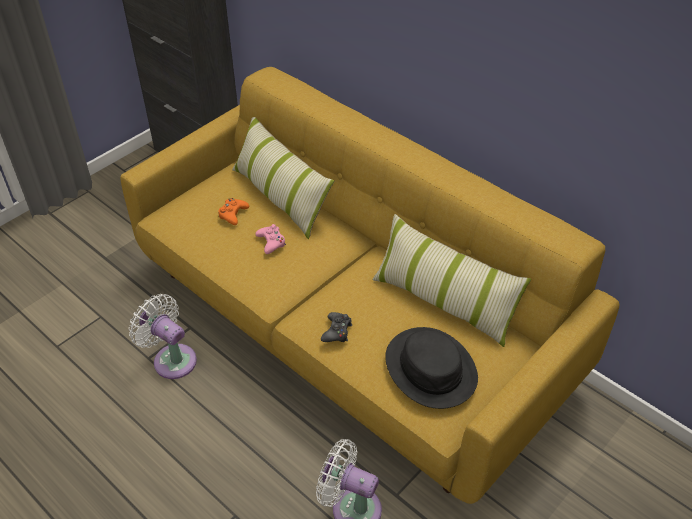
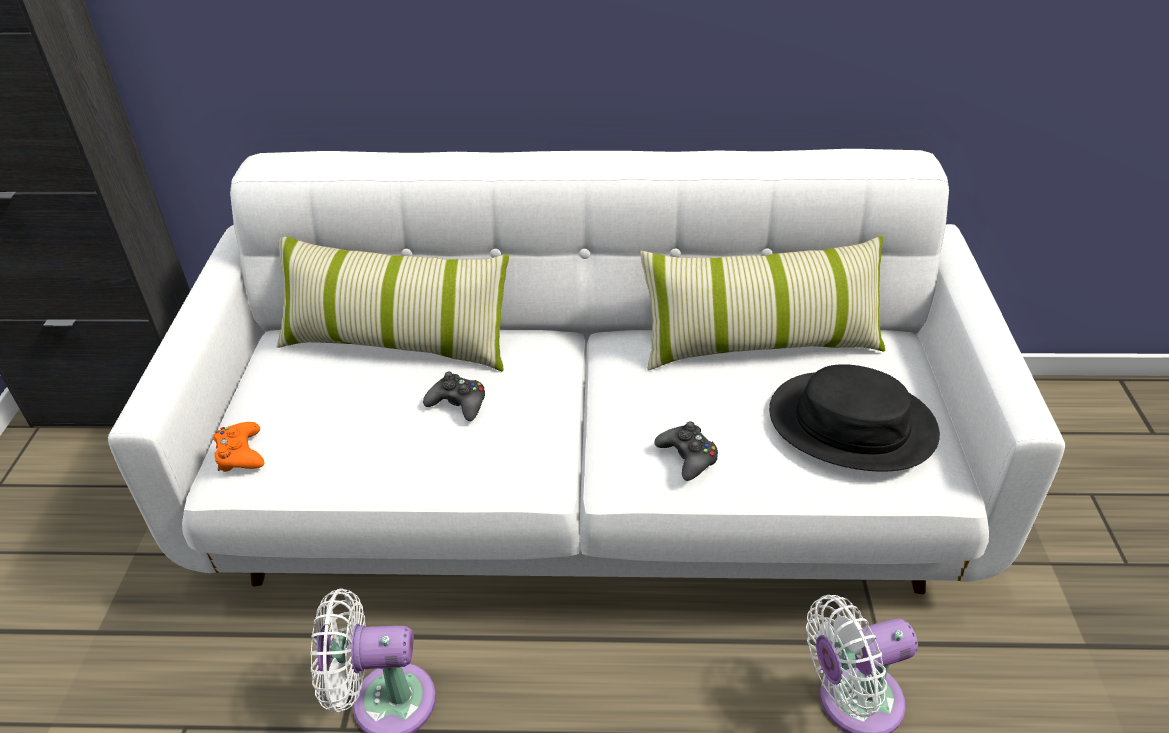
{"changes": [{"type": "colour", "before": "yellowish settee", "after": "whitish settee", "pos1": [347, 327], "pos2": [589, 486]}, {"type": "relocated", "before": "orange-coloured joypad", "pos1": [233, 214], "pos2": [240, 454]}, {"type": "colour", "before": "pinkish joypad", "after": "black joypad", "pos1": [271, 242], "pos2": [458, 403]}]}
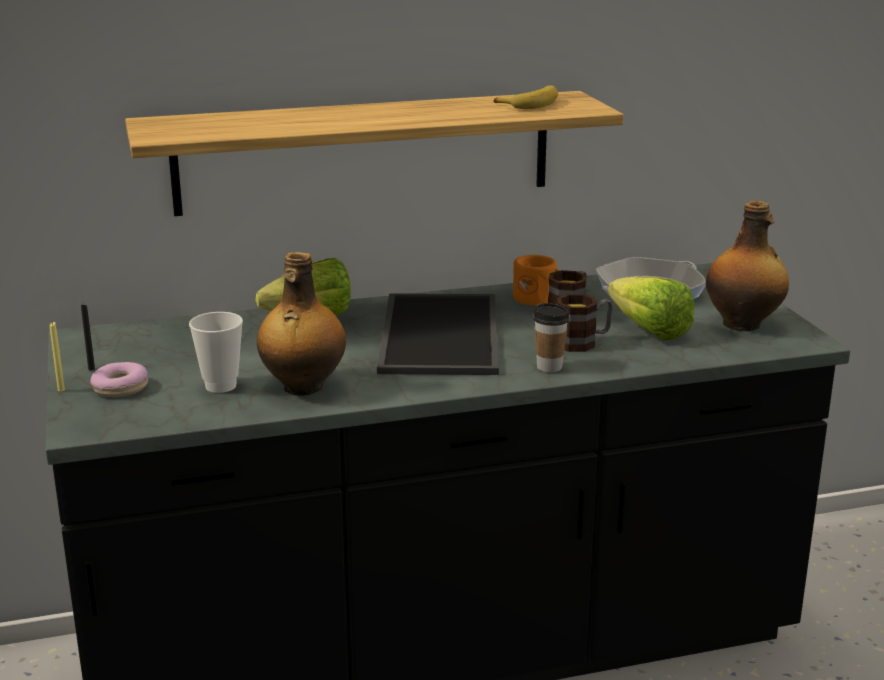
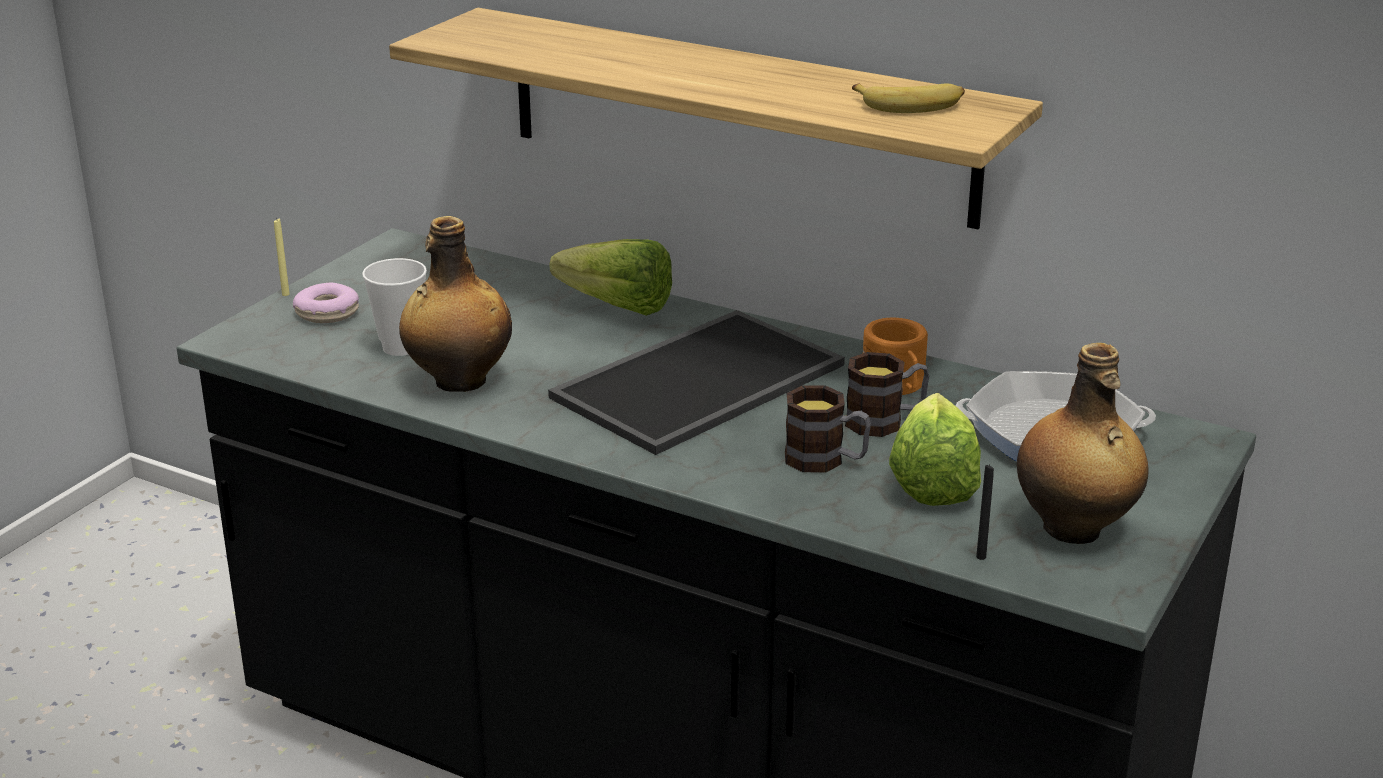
{"changes": [{"type": "relocated", "before": "black wax light", "pos1": [91, 369], "pos2": [981, 557]}, {"type": "missing", "before": "drinking cup", "pos1": [549, 367]}]}
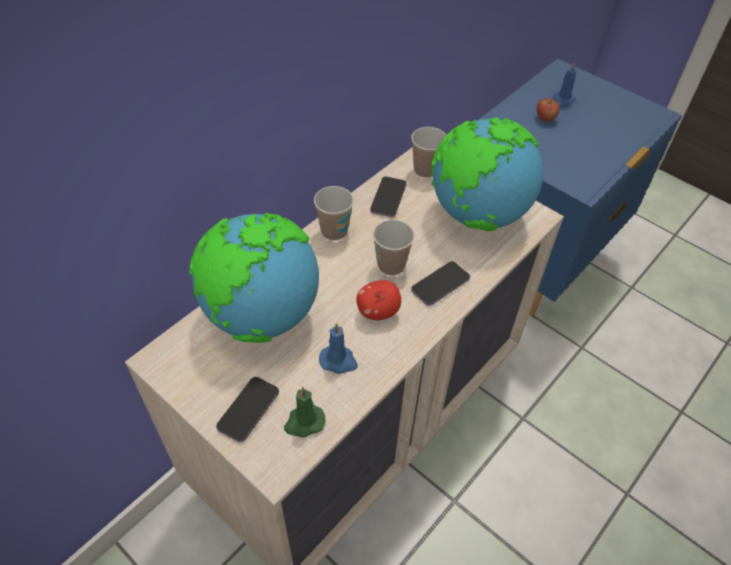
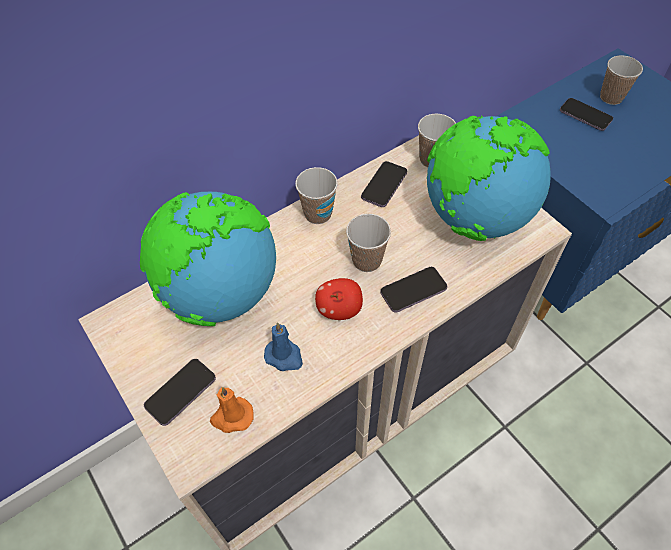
{"changes": [{"type": "exchanged", "before": "blue wax light", "after": "drinking cup", "pos1": [562, 100], "pos2": [611, 97]}, {"type": "exchanged", "before": "apple", "after": "phone", "pos1": [545, 118], "pos2": [585, 116]}, {"type": "colour", "before": "green-coloured wax light", "after": "orange-coloured wax light", "pos1": [304, 422], "pos2": [231, 417]}]}
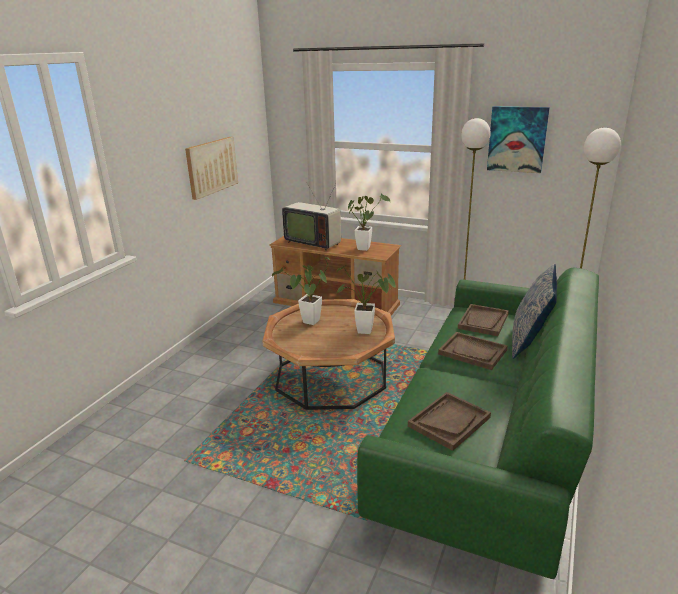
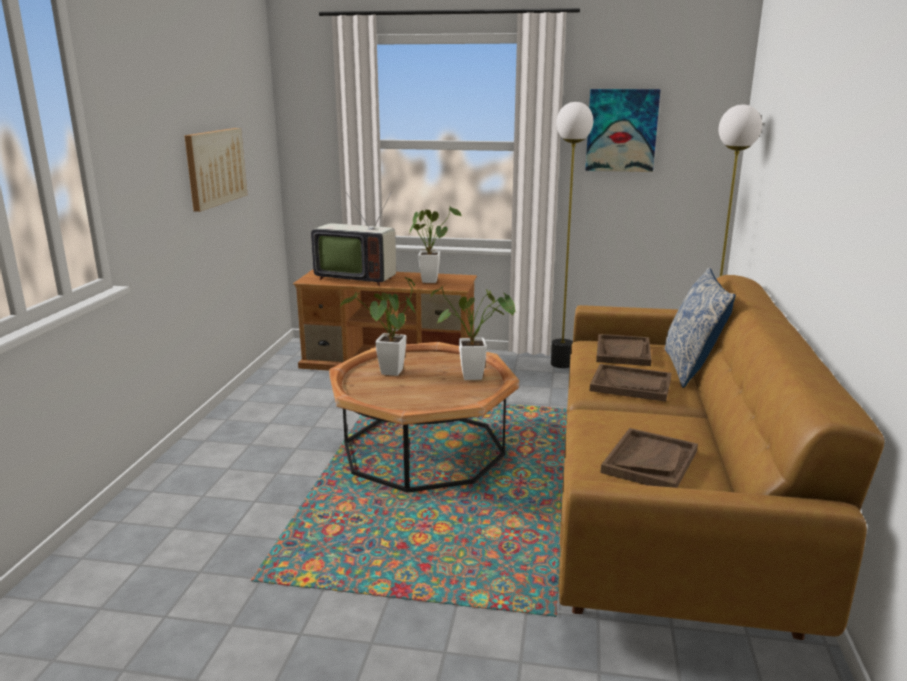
{"changes": [{"type": "colour", "before": "green-coloured settee", "after": "brown-coloured settee", "pos1": [490, 439], "pos2": [665, 497]}]}
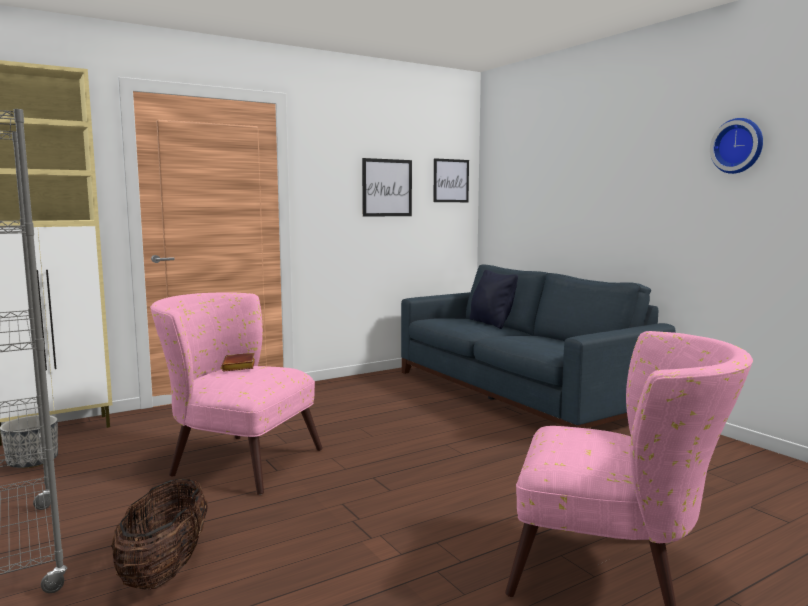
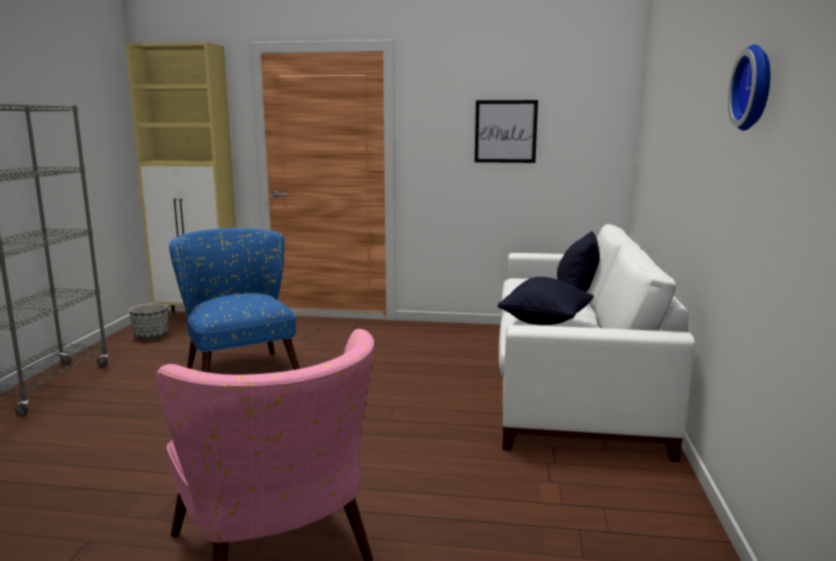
{"changes": [{"type": "missing", "before": "wall picture", "pos1": [451, 180]}, {"type": "colour", "before": "blue settee", "after": "whitish settee", "pos1": [517, 393], "pos2": [570, 380]}, {"type": "colour", "before": "pinkish armchair", "after": "blue armchair", "pos1": [235, 460], "pos2": [239, 369]}, {"type": "missing", "before": "brown-coloured volume", "pos1": [240, 366]}, {"type": "missing", "before": "basket", "pos1": [165, 570]}, {"type": "appeared", "after": "black cushion", "pos2": [545, 322]}]}
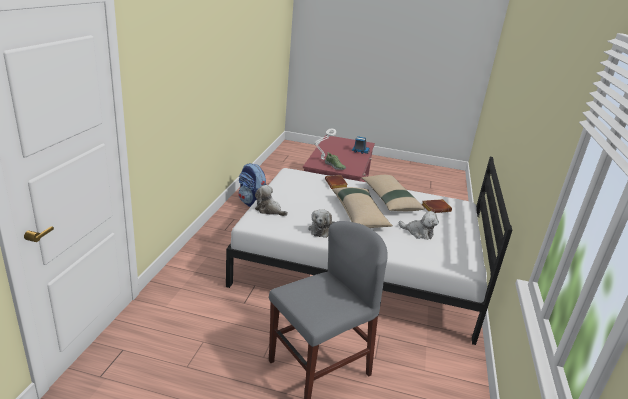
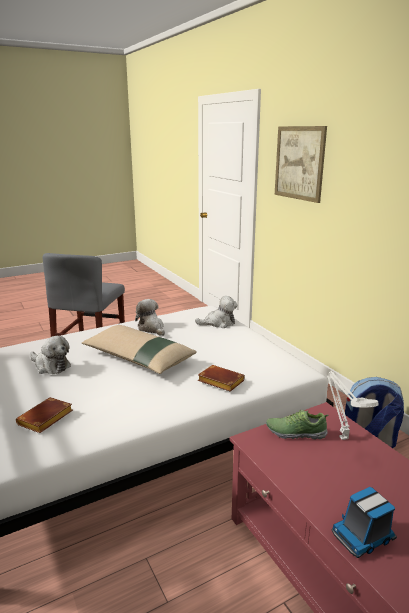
{"changes": [{"type": "missing", "before": "beige-coloured cushion", "pos1": [389, 199]}, {"type": "spun", "before": "soft toy", "pos1": [418, 233], "pos2": [51, 366], "turn": -135}, {"type": "appeared", "after": "wall picture", "pos2": [299, 163]}]}
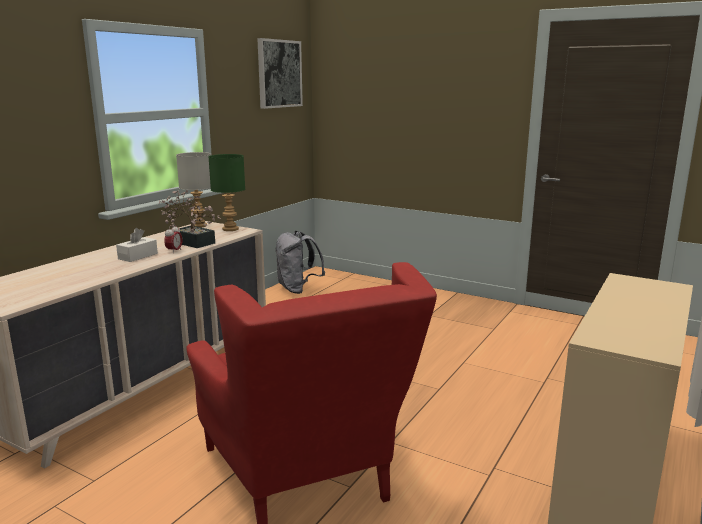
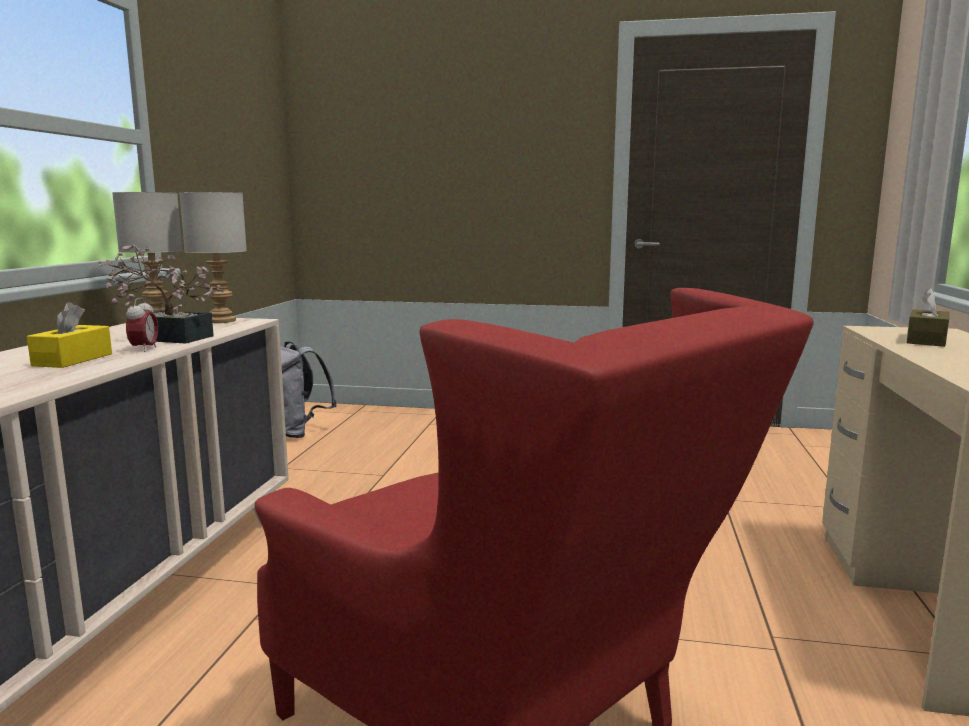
{"changes": [{"type": "missing", "before": "wall picture", "pos1": [279, 74]}, {"type": "colour", "before": "green-coloured tabletop lamp", "after": "grey tabletop lamp", "pos1": [231, 229], "pos2": [222, 321]}, {"type": "colour", "before": "whitish box of tissues", "after": "yellowish box of tissues", "pos1": [138, 256], "pos2": [73, 360]}, {"type": "appeared", "after": "brown-coloured box of tissues", "pos2": [926, 340]}]}
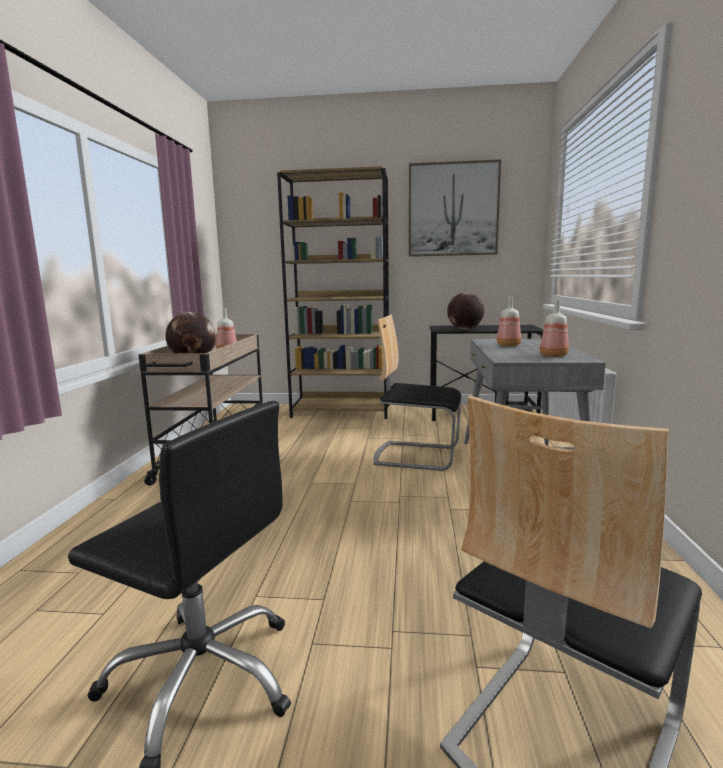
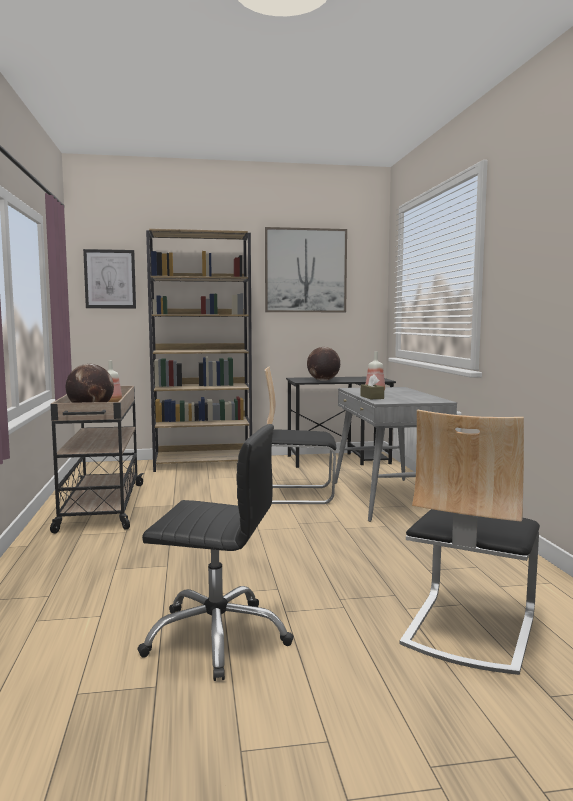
{"changes": [{"type": "missing", "before": "drink bottle", "pos1": [552, 356]}, {"type": "appeared", "after": "wall picture", "pos2": [110, 279]}, {"type": "appeared", "after": "brown-coloured box of tissues", "pos2": [372, 397]}]}
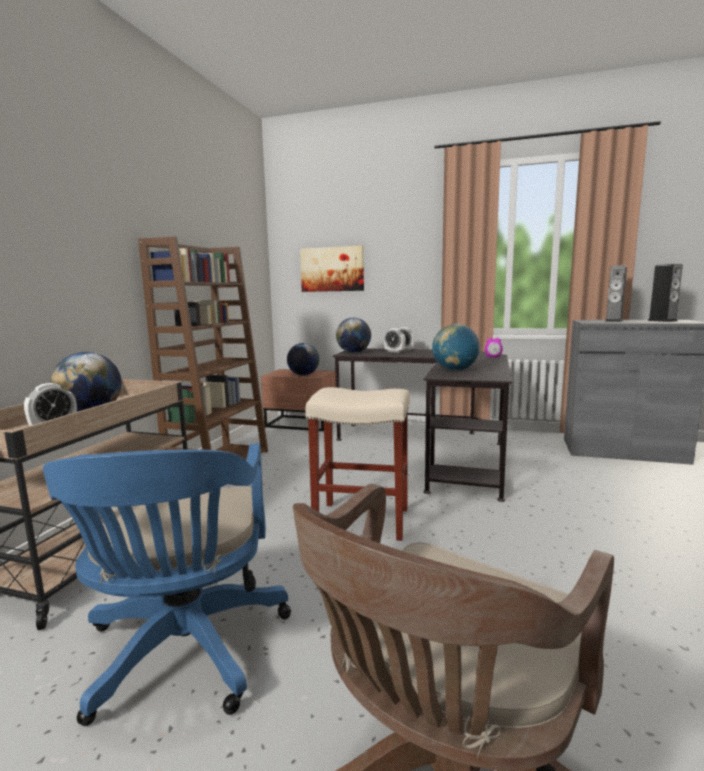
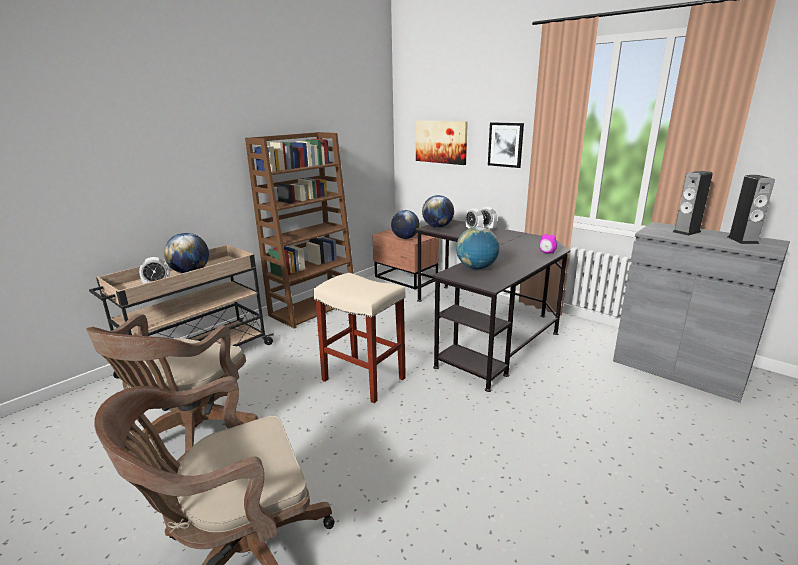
{"changes": [{"type": "colour", "before": "blue office chair", "after": "brown-coloured office chair", "pos1": [185, 654], "pos2": [190, 437]}, {"type": "appeared", "after": "wall picture", "pos2": [505, 144]}]}
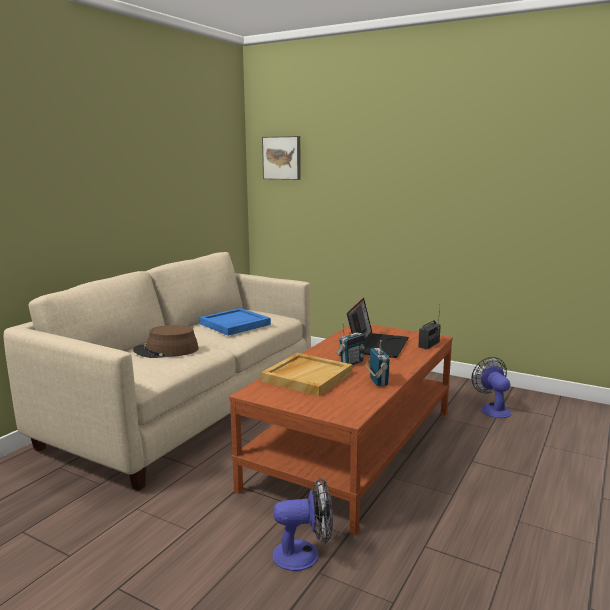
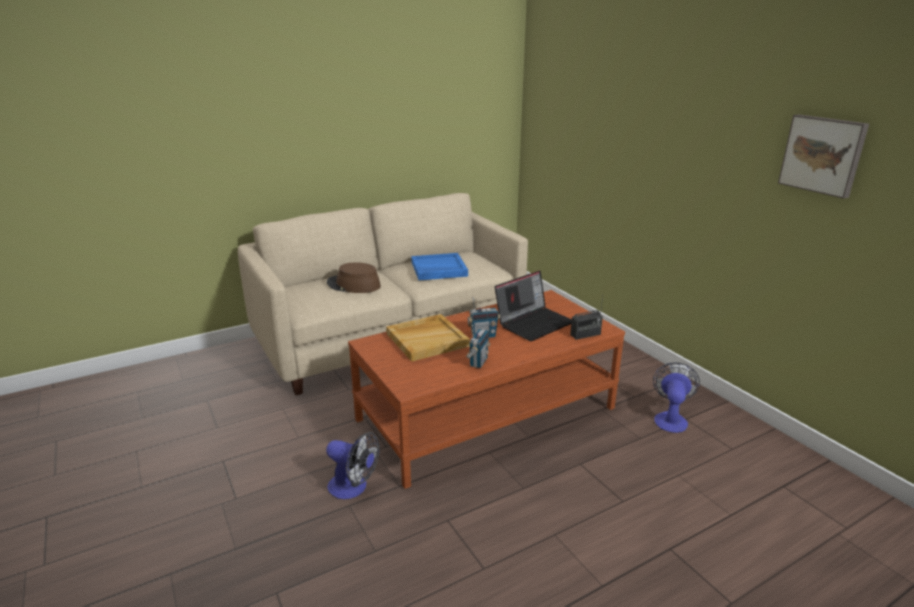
{"changes": [{"type": "relocated", "before": "wall picture", "pos1": [282, 158], "pos2": [823, 155]}]}
